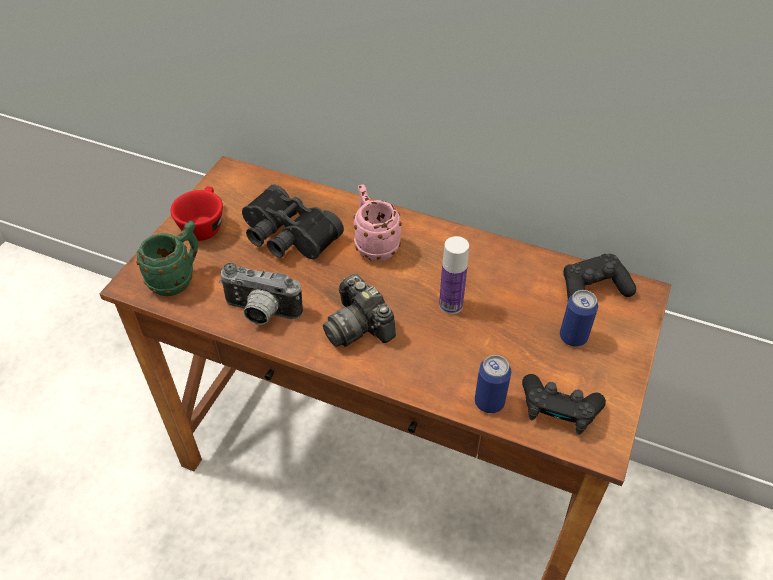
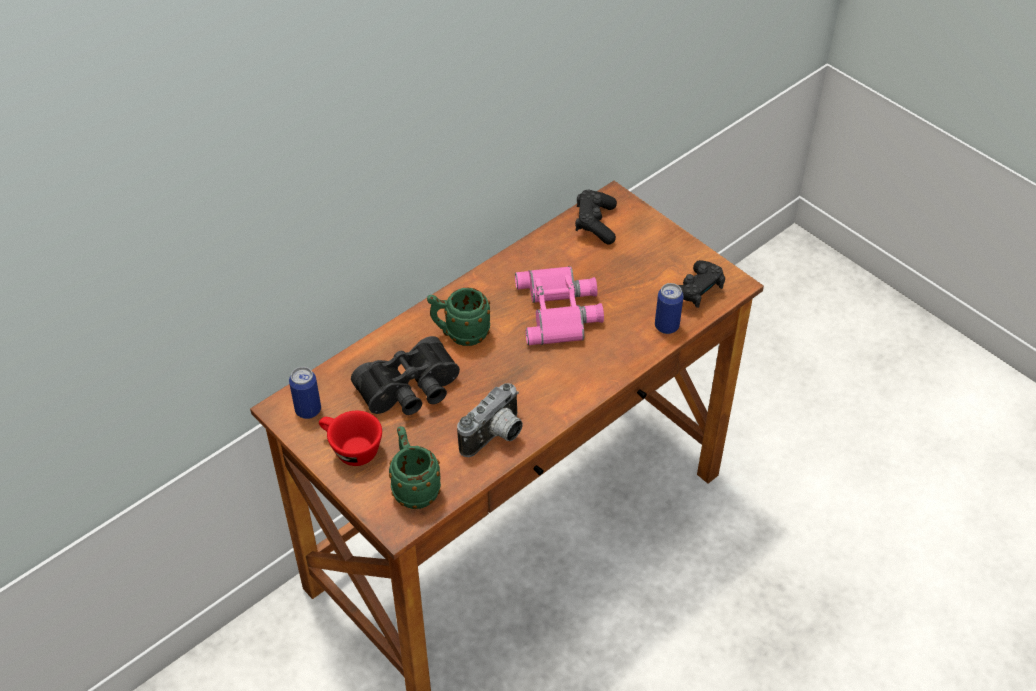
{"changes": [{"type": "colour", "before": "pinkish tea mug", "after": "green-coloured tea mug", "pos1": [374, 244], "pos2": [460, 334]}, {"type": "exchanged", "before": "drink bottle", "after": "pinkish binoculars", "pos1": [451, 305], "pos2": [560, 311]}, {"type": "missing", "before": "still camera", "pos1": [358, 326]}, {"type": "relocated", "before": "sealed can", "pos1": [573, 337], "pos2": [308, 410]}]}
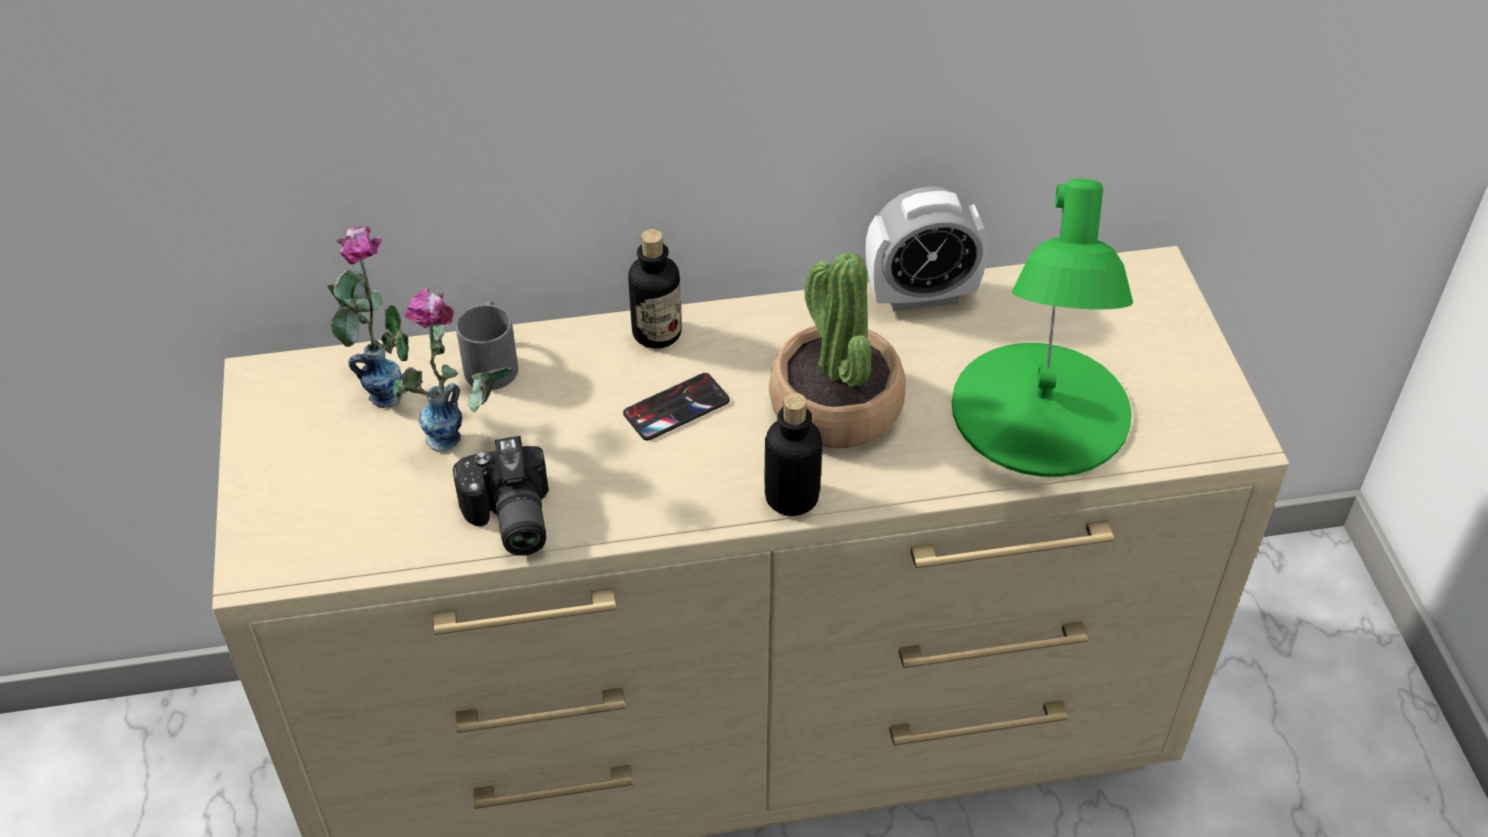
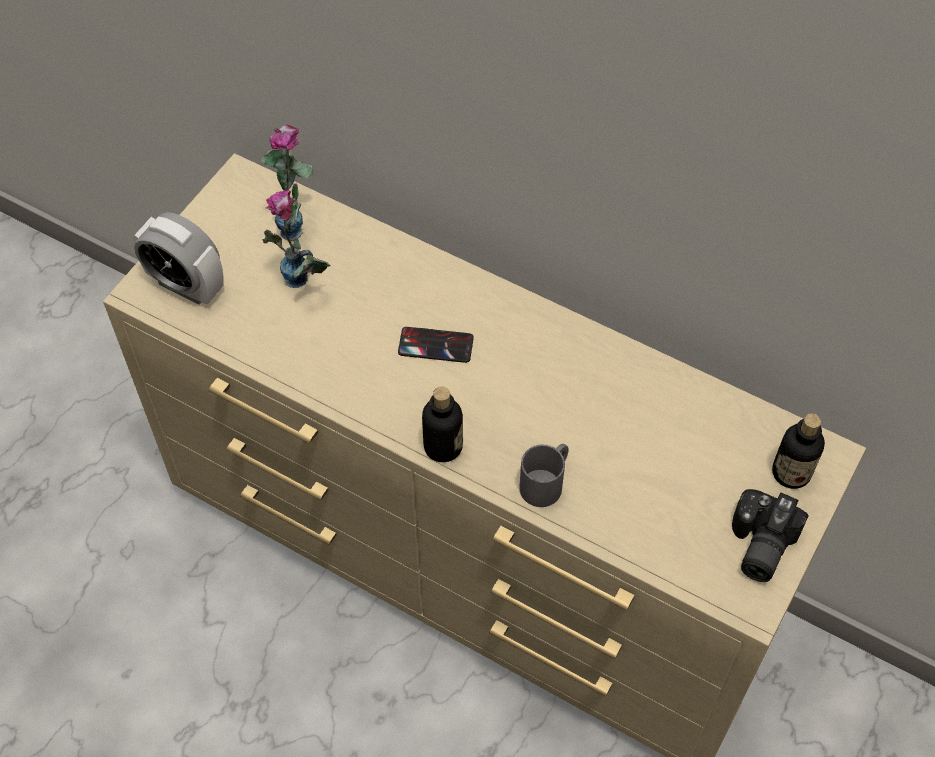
{"changes": [{"type": "missing", "before": "green-coloured tabletop lamp", "pos1": [1039, 411]}, {"type": "relocated", "before": "bedside clock", "pos1": [921, 295], "pos2": [186, 285]}, {"type": "relocated", "before": "drink bottle", "pos1": [657, 333], "pos2": [791, 472]}, {"type": "missing", "before": "plant in a pot", "pos1": [835, 406]}, {"type": "relocated", "before": "grey tea mug", "pos1": [492, 361], "pos2": [546, 481]}, {"type": "relocated", "before": "still camera", "pos1": [507, 520], "pos2": [757, 545]}]}
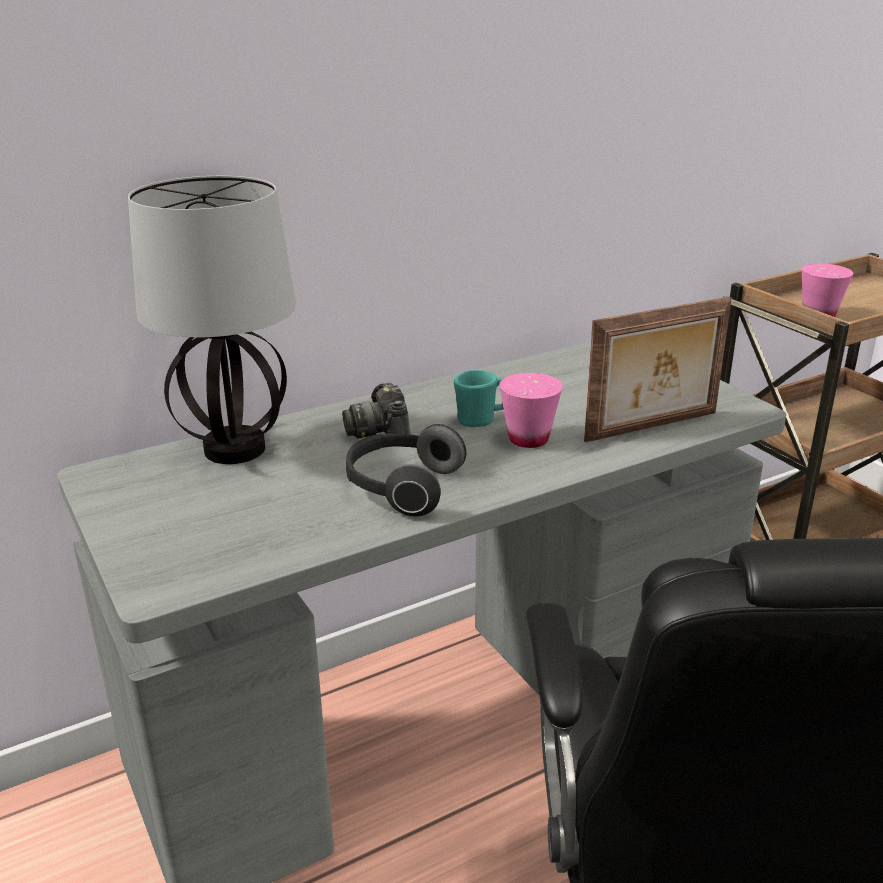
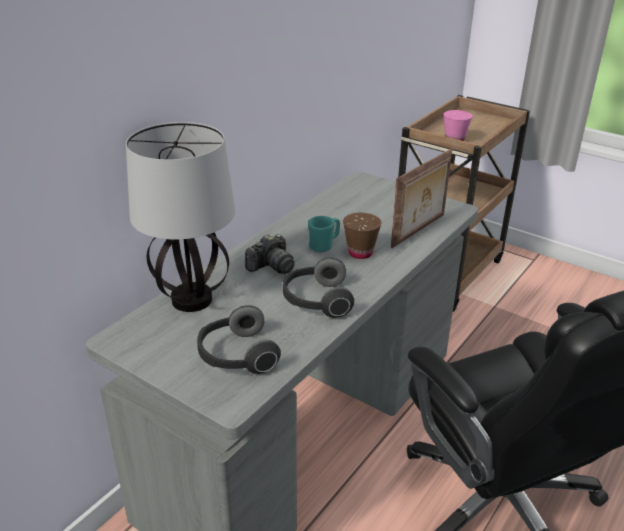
{"changes": [{"type": "colour", "before": "pinkish drinking cup", "after": "brown-coloured drinking cup", "pos1": [528, 439], "pos2": [360, 253]}, {"type": "spun", "before": "still camera", "pos1": [380, 431], "pos2": [271, 266], "turn": -90}, {"type": "appeared", "after": "headset", "pos2": [236, 356]}]}
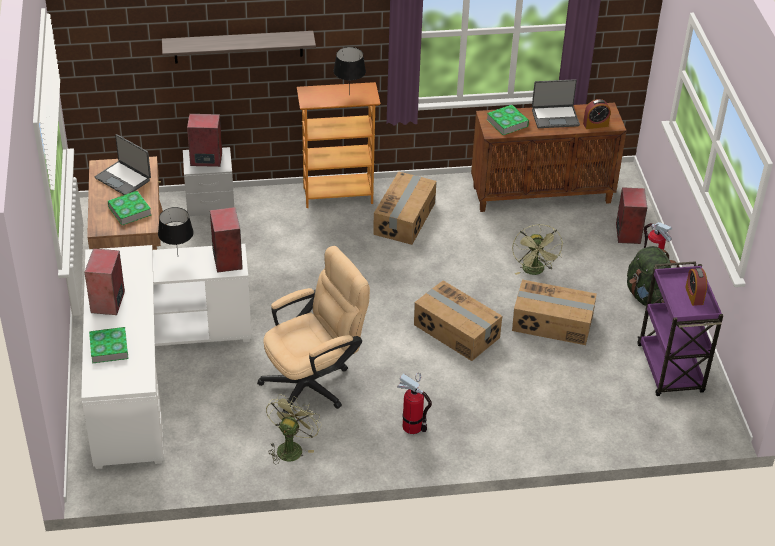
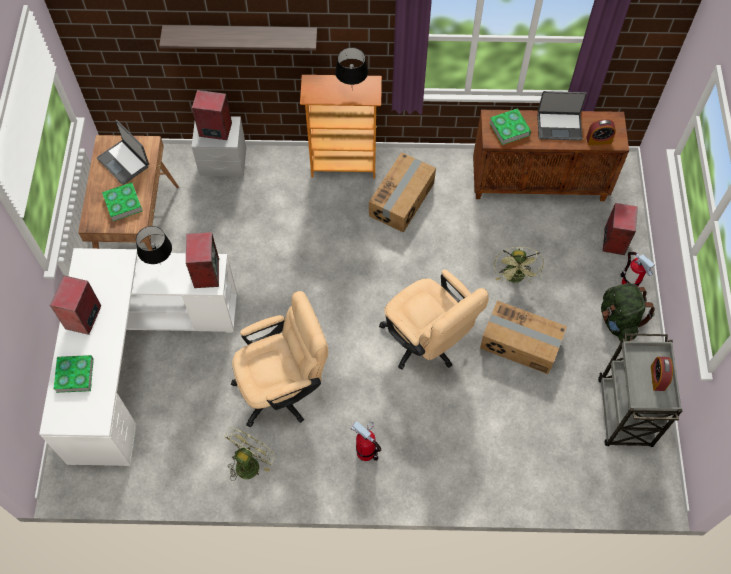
{"changes": [{"type": "colour", "before": "purplish trolley", "after": "grey trolley", "pos1": [670, 370], "pos2": [624, 414]}, {"type": "exchanged", "before": "cardboard box", "after": "beige-coloured office chair", "pos1": [456, 331], "pos2": [426, 343]}]}
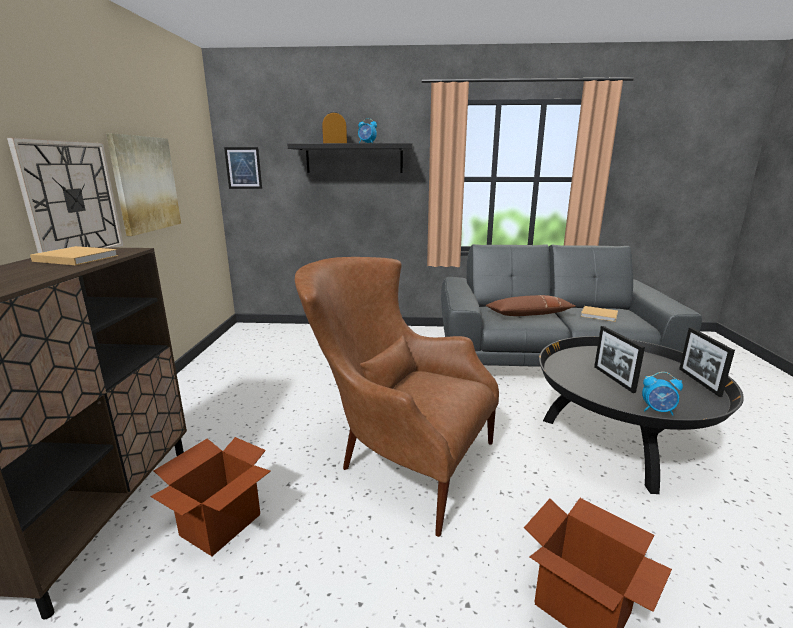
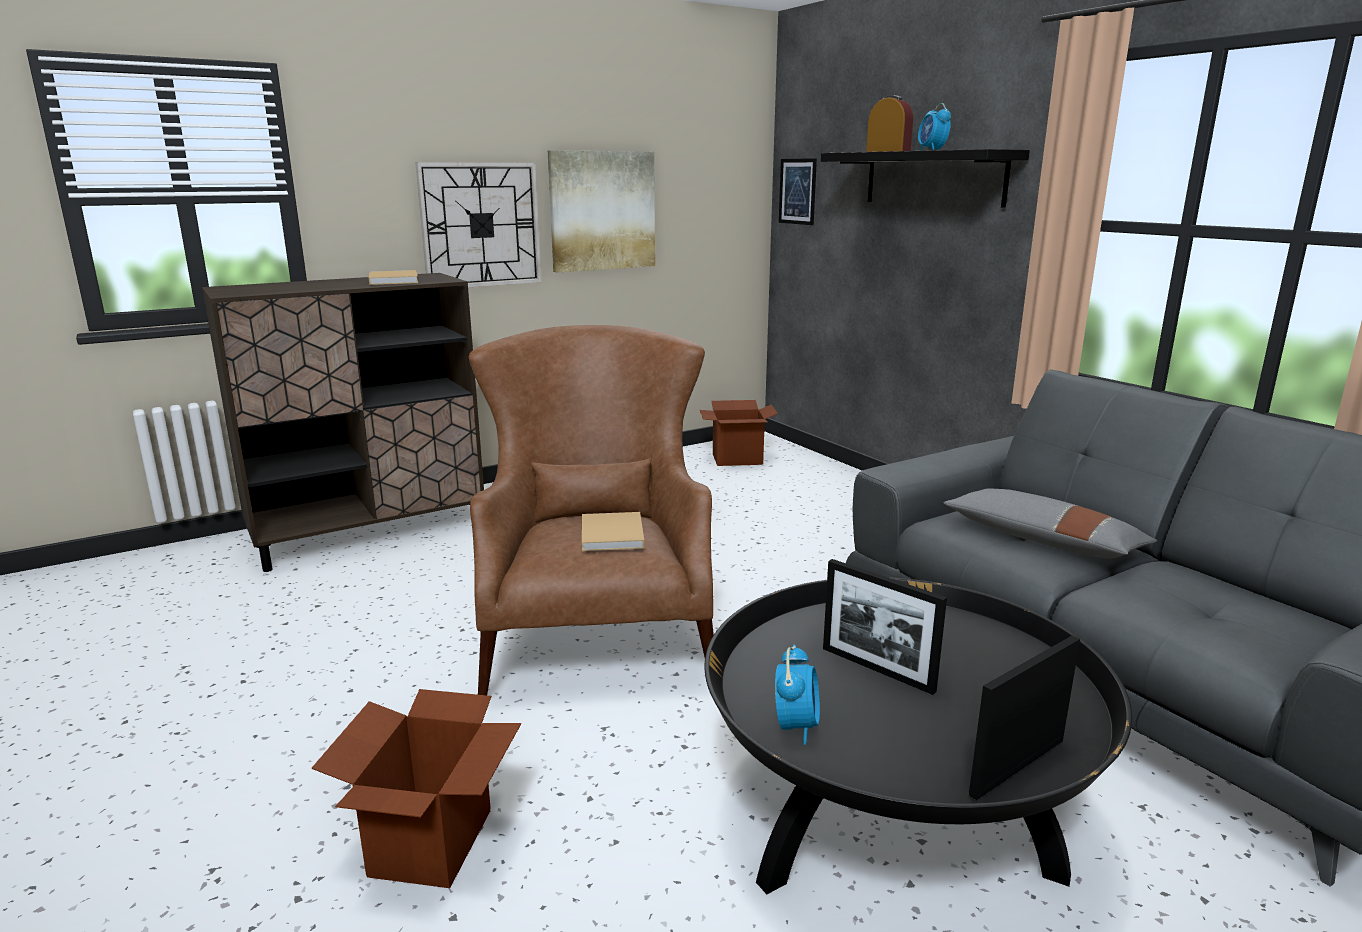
{"changes": [{"type": "colour", "before": "brown-coloured cushion", "after": "grey cushion", "pos1": [529, 314], "pos2": [1043, 541]}, {"type": "relocated", "before": "beige-coloured volume", "pos1": [600, 315], "pos2": [612, 535]}, {"type": "spun", "before": "standing frame", "pos1": [613, 379], "pos2": [877, 669], "turn": -90}, {"type": "spun", "before": "bedside clock", "pos1": [657, 411], "pos2": [796, 726], "turn": -150}, {"type": "relocated", "before": "cardboard box", "pos1": [220, 525], "pos2": [737, 459]}]}
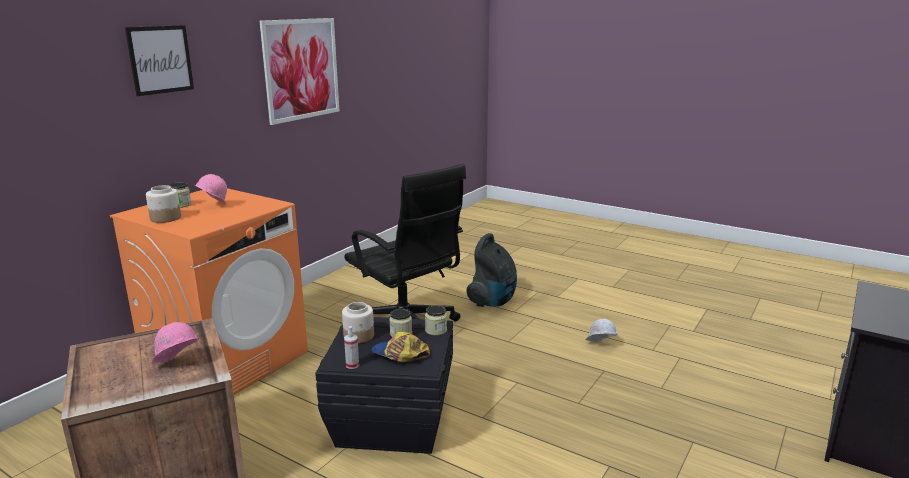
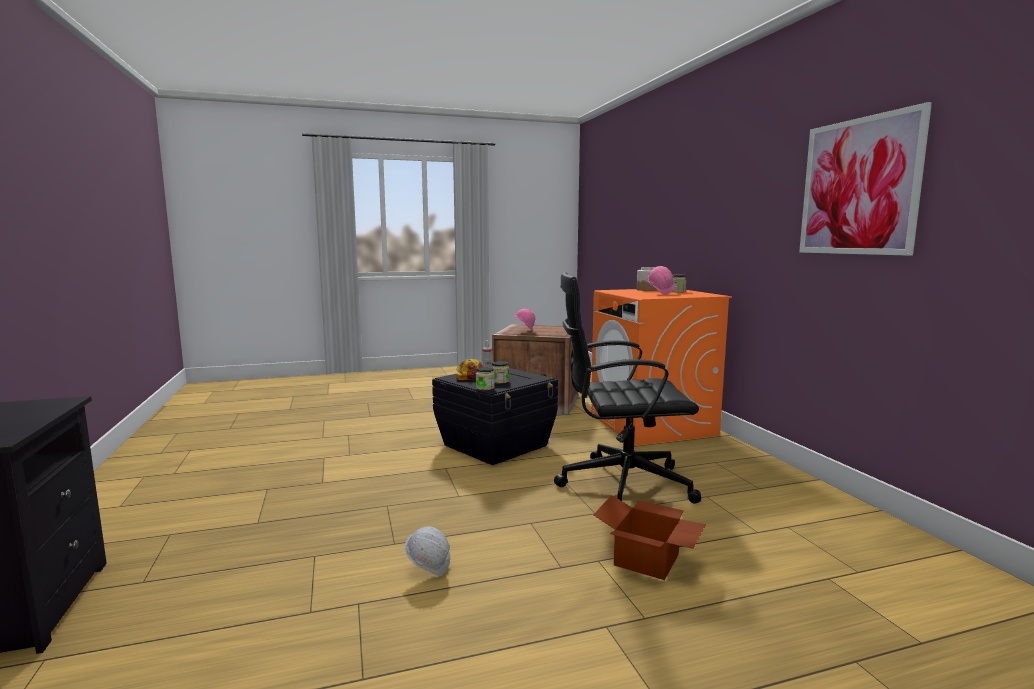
{"changes": [{"type": "missing", "before": "wall picture", "pos1": [160, 59]}, {"type": "exchanged", "before": "hoover", "after": "cardboard box", "pos1": [493, 301], "pos2": [648, 561]}, {"type": "missing", "before": "jar", "pos1": [359, 336]}]}
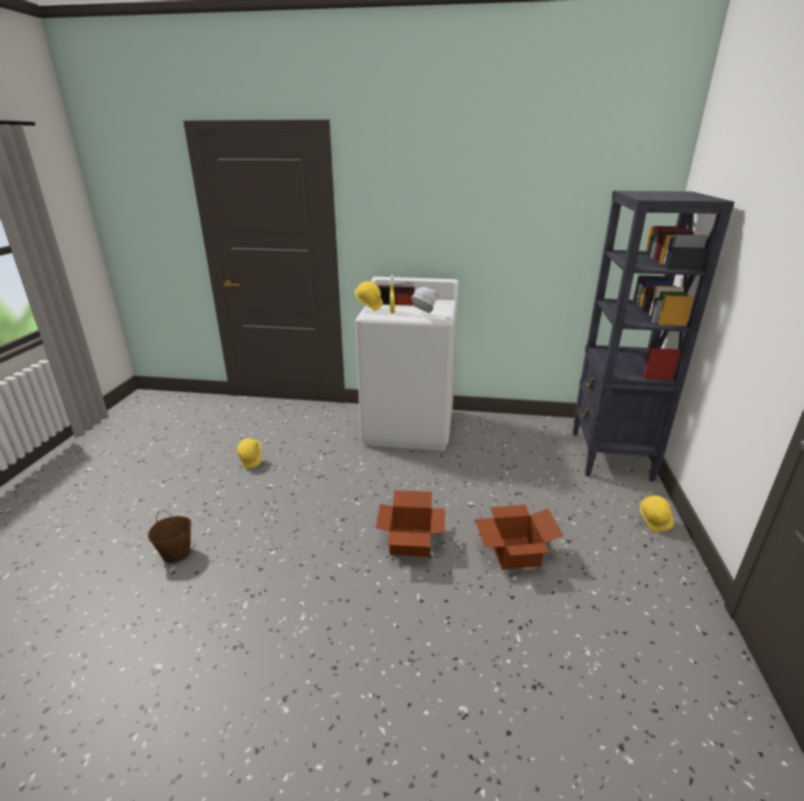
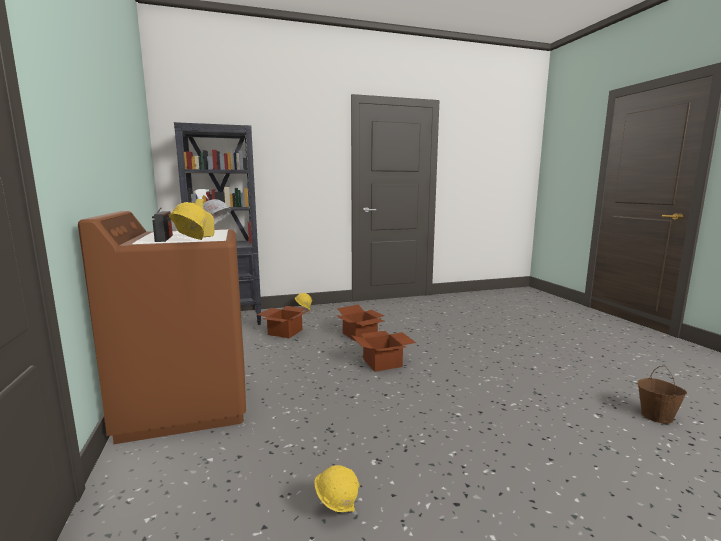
{"changes": [{"type": "colour", "before": "whitish laundry appliance", "after": "brown-coloured laundry appliance", "pos1": [409, 427], "pos2": [187, 402]}, {"type": "relocated", "before": "brown-coloured water bucket", "pos1": [176, 554], "pos2": [657, 416]}, {"type": "appeared", "after": "cardboard box", "pos2": [284, 332]}]}
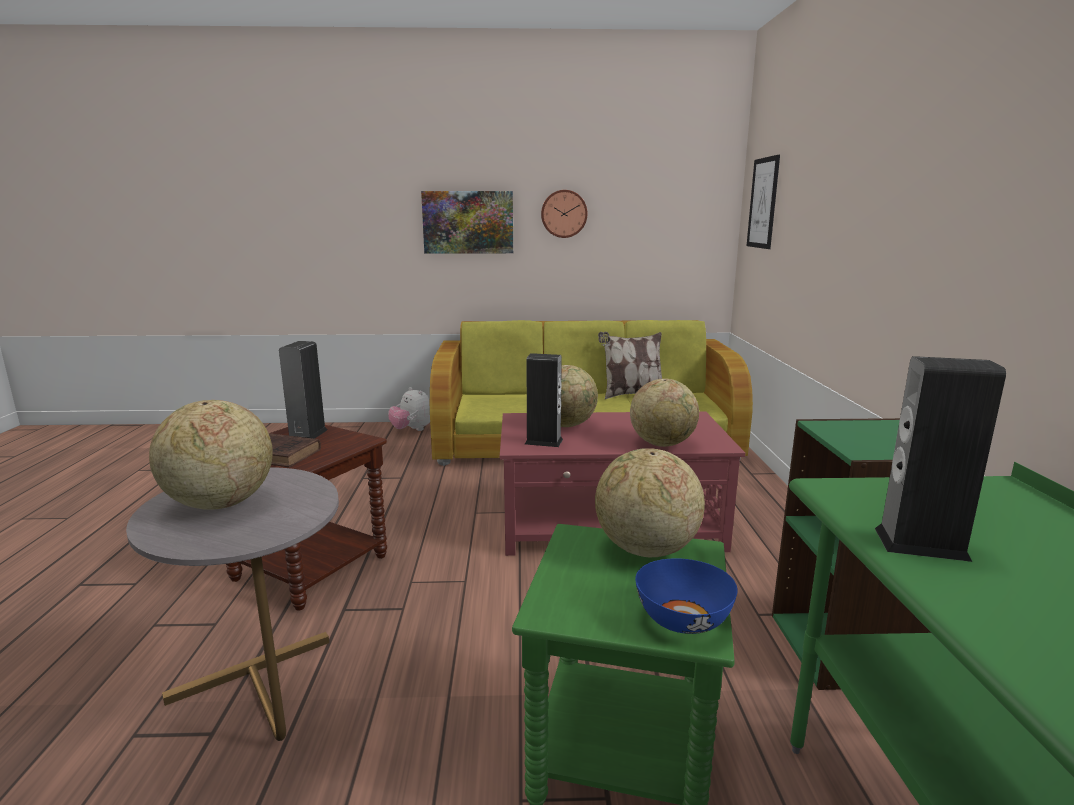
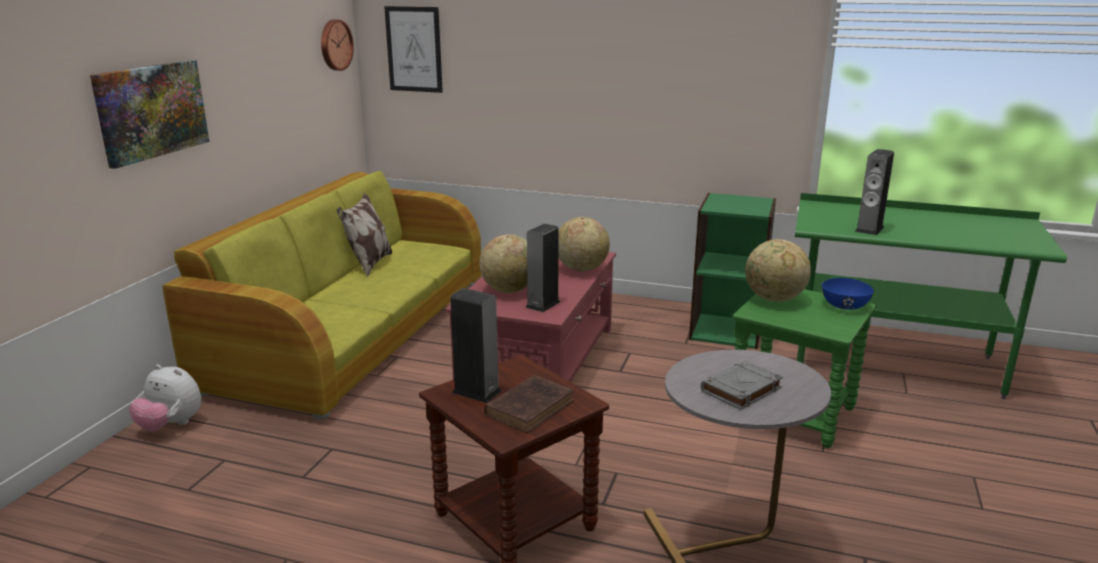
{"changes": [{"type": "relocated", "before": "wall clock", "pos1": [564, 214], "pos2": [335, 45]}, {"type": "spun", "before": "soft toy", "pos1": [412, 430], "pos2": [171, 425], "turn": 45}, {"type": "exchanged", "before": "globe", "after": "grey volume", "pos1": [220, 503], "pos2": [741, 390]}]}
